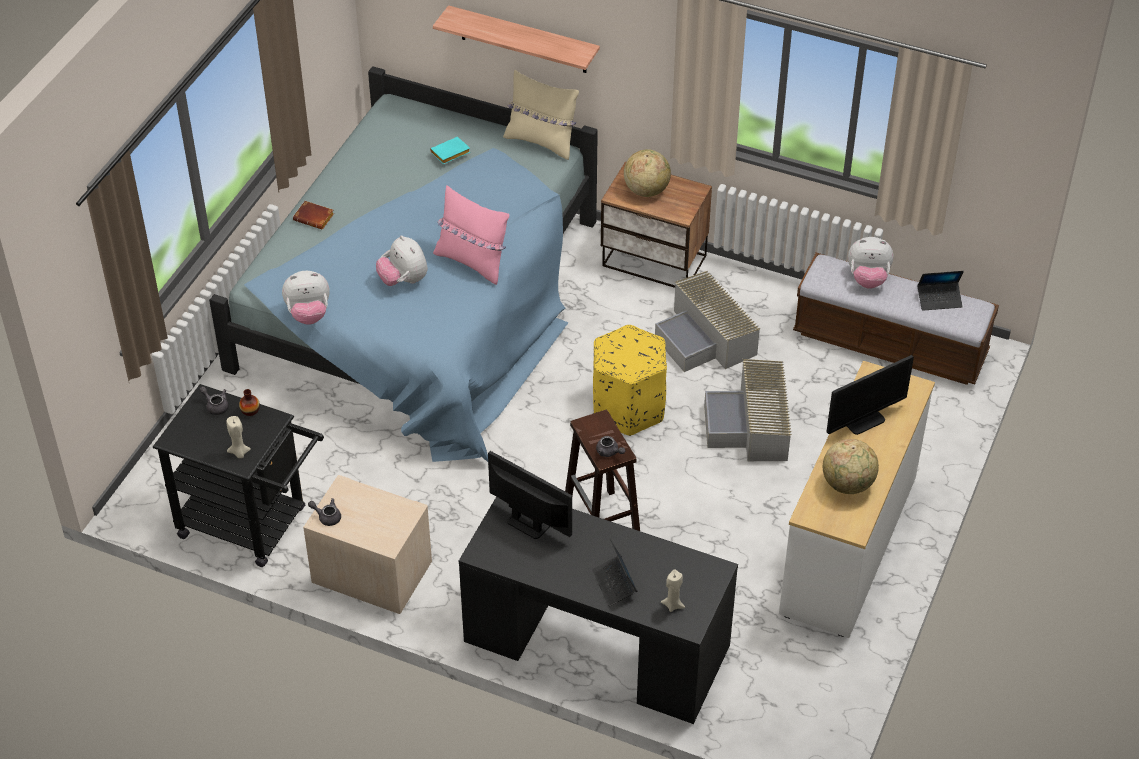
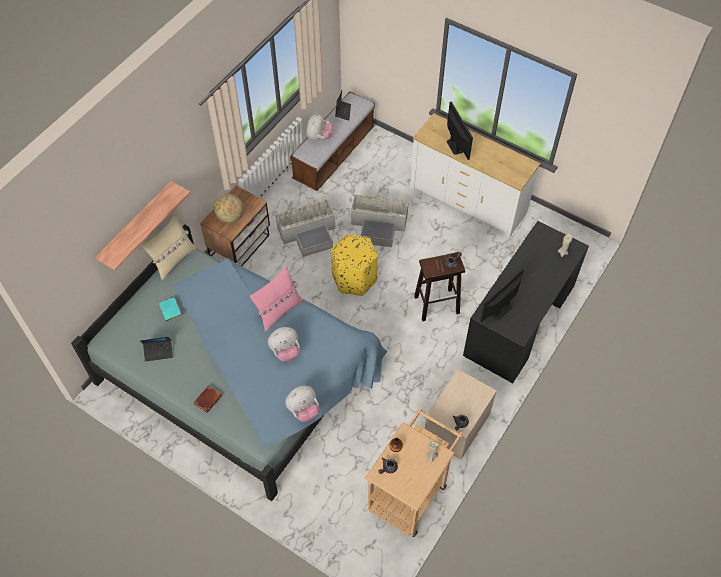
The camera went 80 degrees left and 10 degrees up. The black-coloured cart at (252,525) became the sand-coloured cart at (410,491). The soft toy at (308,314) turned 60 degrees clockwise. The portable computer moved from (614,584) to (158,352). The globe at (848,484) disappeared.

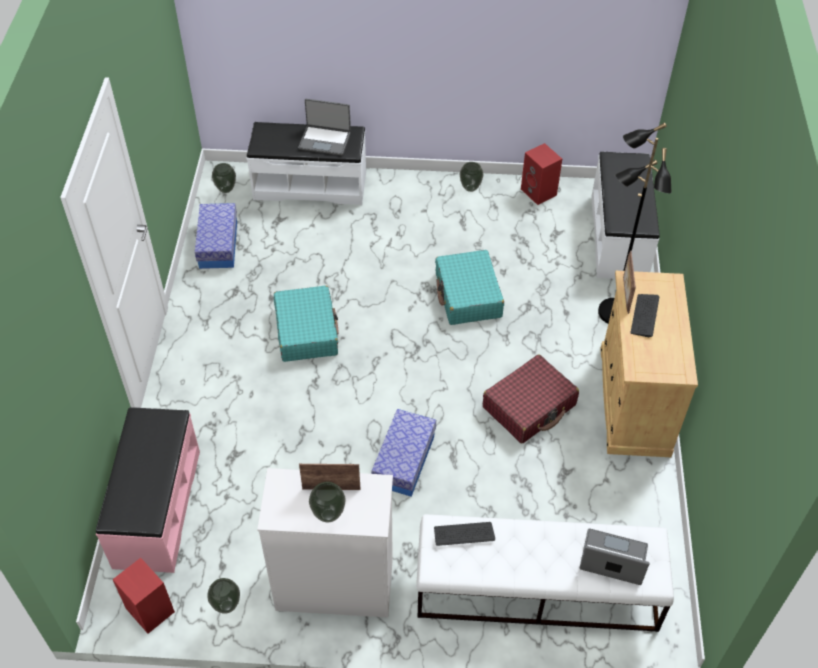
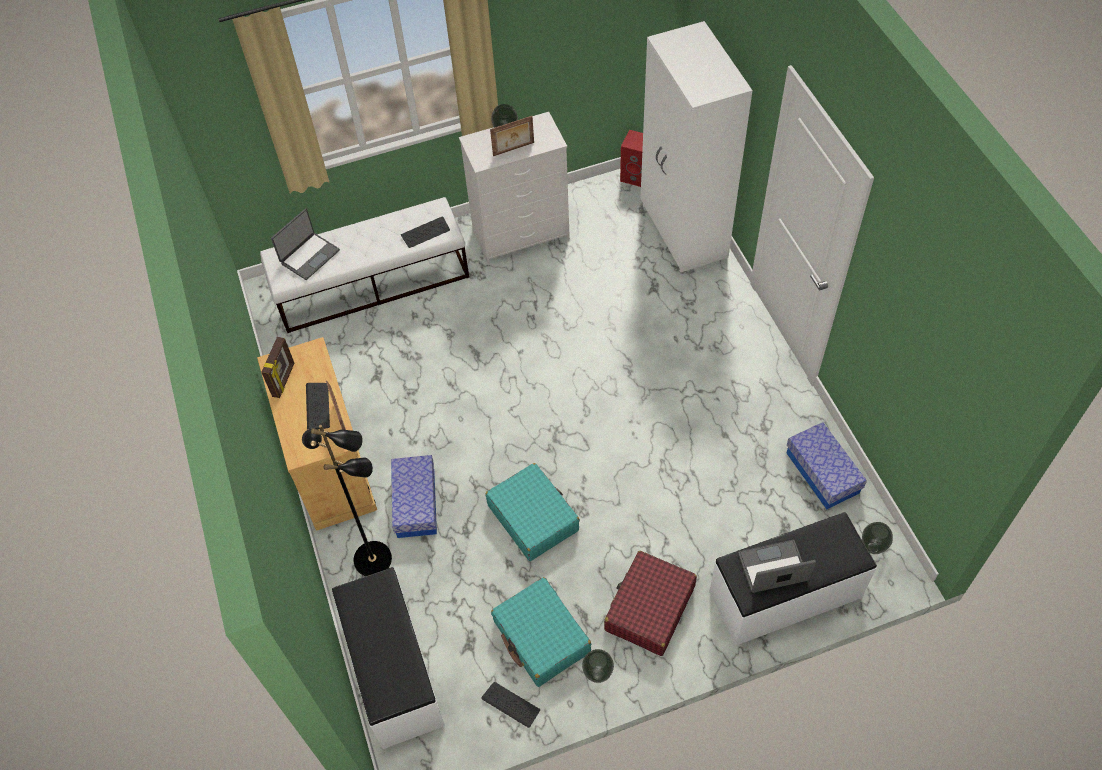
The camera went 160 degrees right and 5 degrees up. The pink-coloured bench at (156,508) was replaced by the white-coloured wardrobe at (683,232). The decorative vase at (226,605) disappeared. The turquoise travel case moved from (306,331) to (541,637). The storage container moved from (404,460) to (416,503). The red-coloured travel case moved from (529,406) to (649,609). The red-coloured audio speaker at (539,192) was replaced by the PC keyboard at (511,705). The portable computer at (613,559) turned 45 degrees counterclockwise. The standing frame at (284,380) appeared.

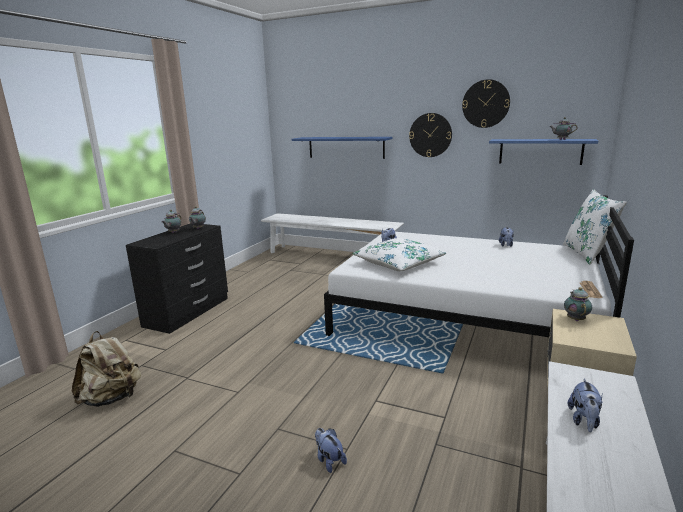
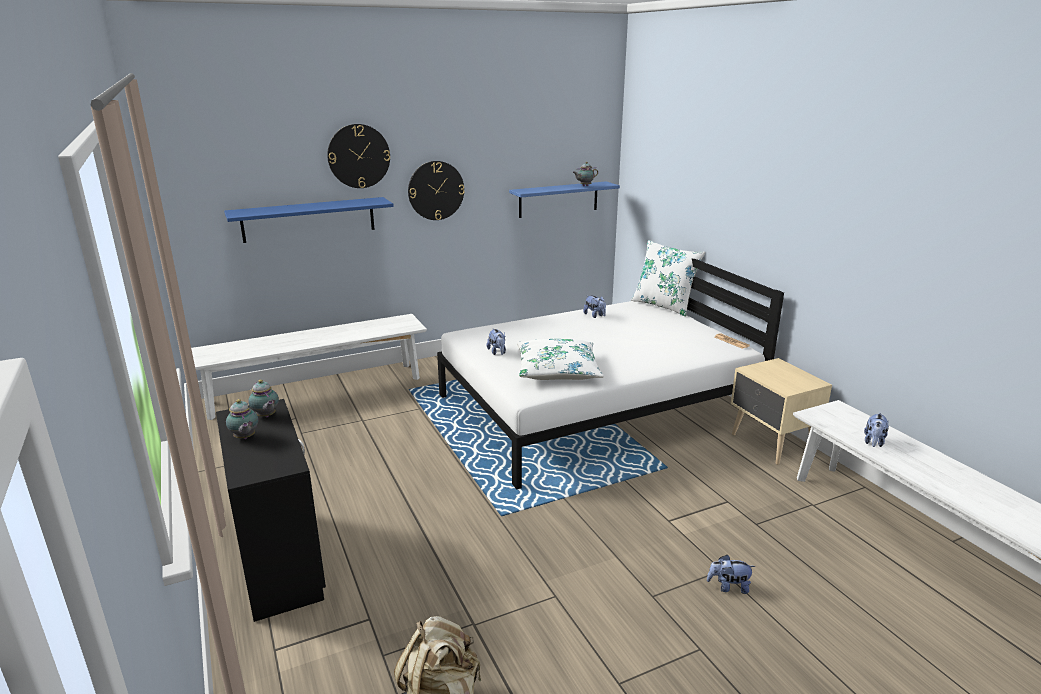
The camera went 50 degrees left and 5 degrees up. The hanging clock moved from (485,104) to (359,156). The teapot at (575,319) disappeared. The soft toy at (584,421) turned 60 degrees clockwise.

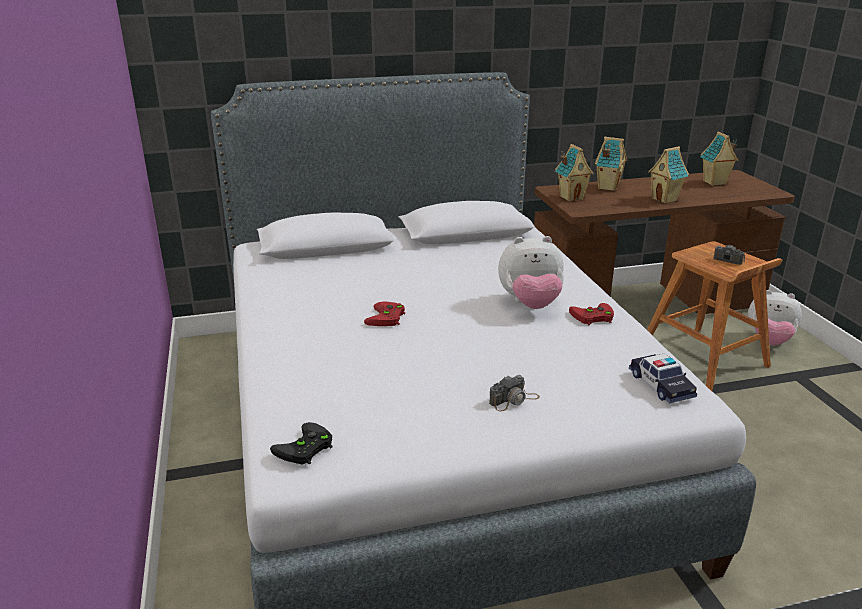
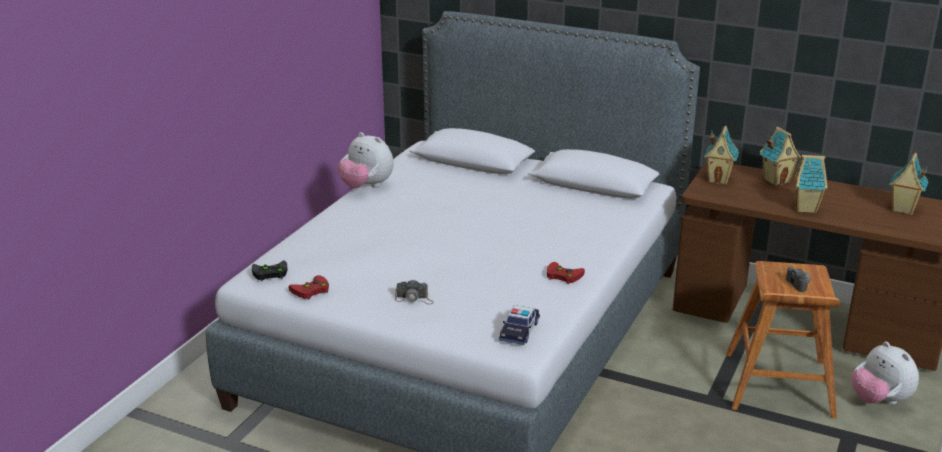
The camera went 40 degrees right and 0 degrees up. The red-coloured joypad moved from (387,318) to (310,290). The soft toy moved from (530,304) to (366,186).

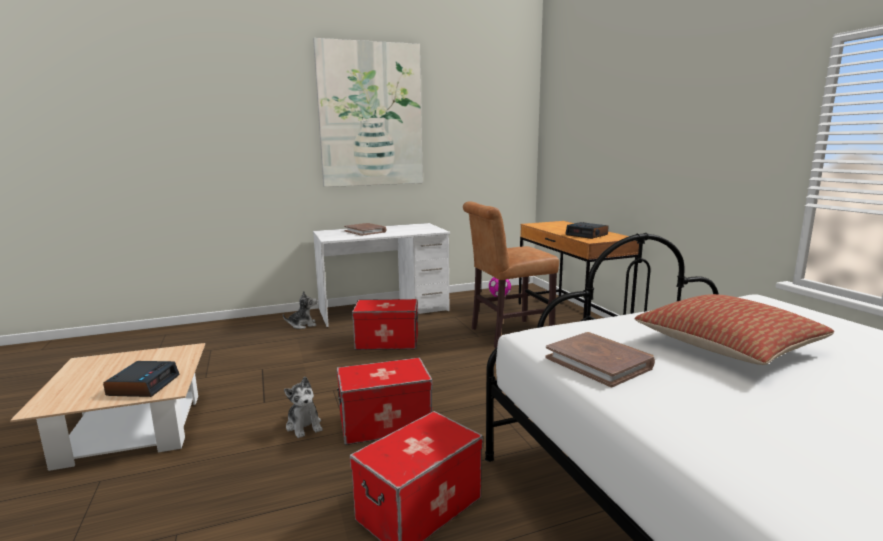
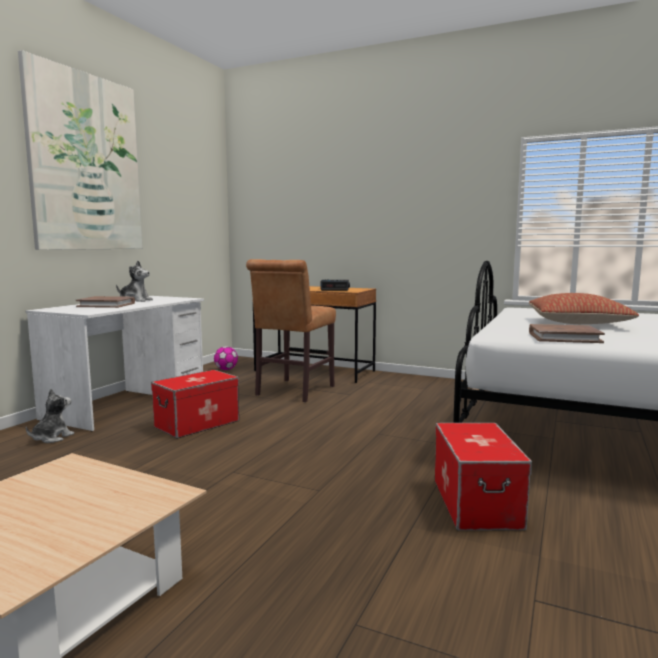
The camera went 45 degrees left and 5 degrees down. The alarm clock at (143,385) disappeared. The soft toy moved from (304,426) to (135,300). The storage container at (385,423) disappeared.

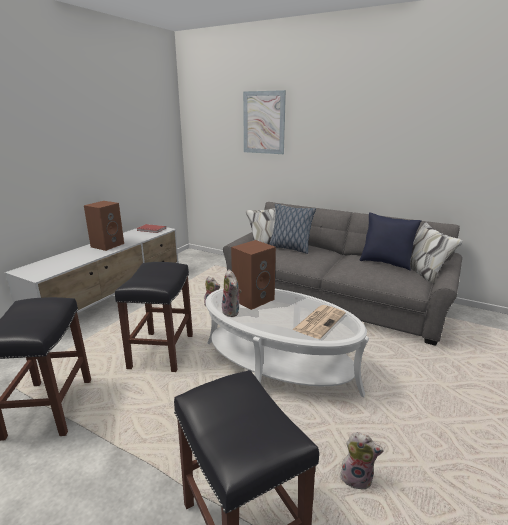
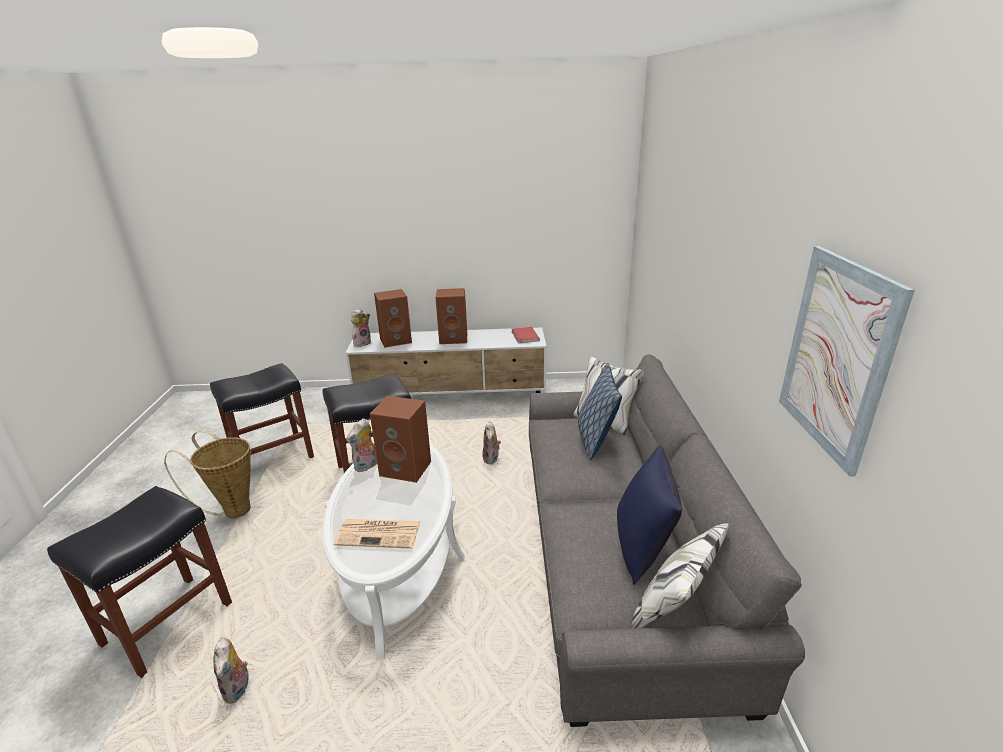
The camera went 60 degrees right and 5 degrees up. The wall art moved from (264,122) to (836,356). The basket at (233,510) appeared. The soft toy at (362,343) appeared. The brown-coloured audio speaker at (396,340) appeared.

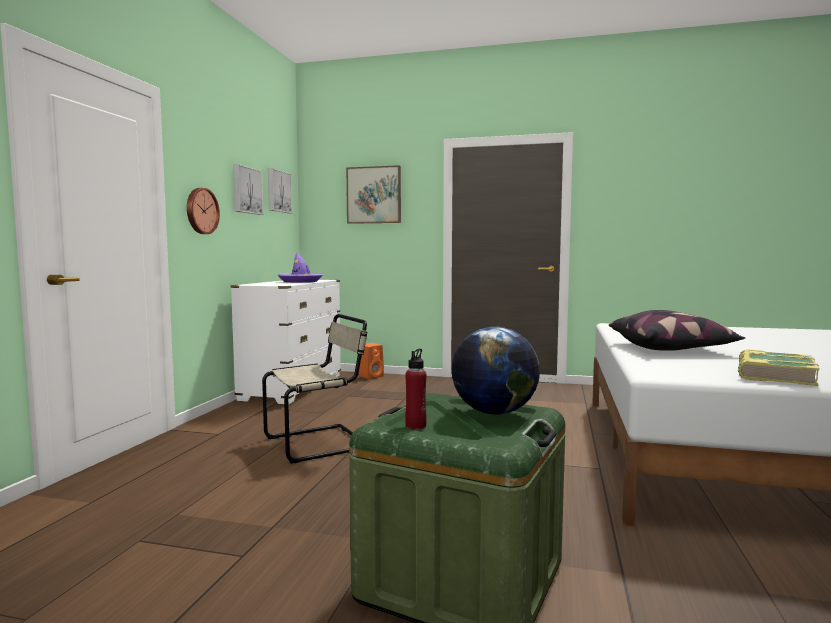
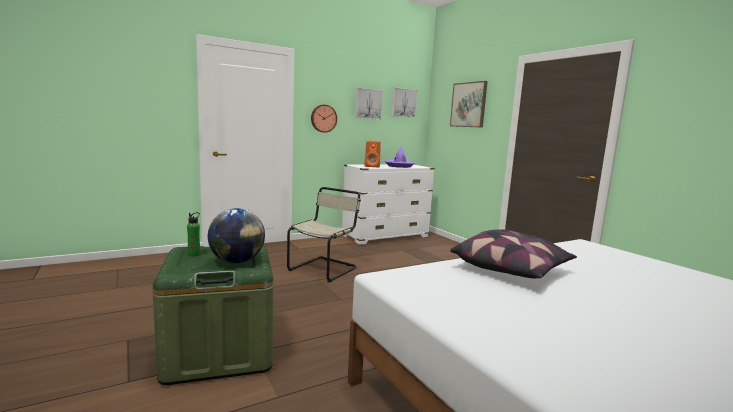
The camera went 45 degrees right and 5 degrees up. The sand-coloured plain chair at (320,443) turned 75 degrees counterclockwise. The orange audio speaker moved from (371,376) to (372,166). The red-coloured bottle at (416,426) became the greenish bottle at (194,254). The volume at (774,375) disappeared.

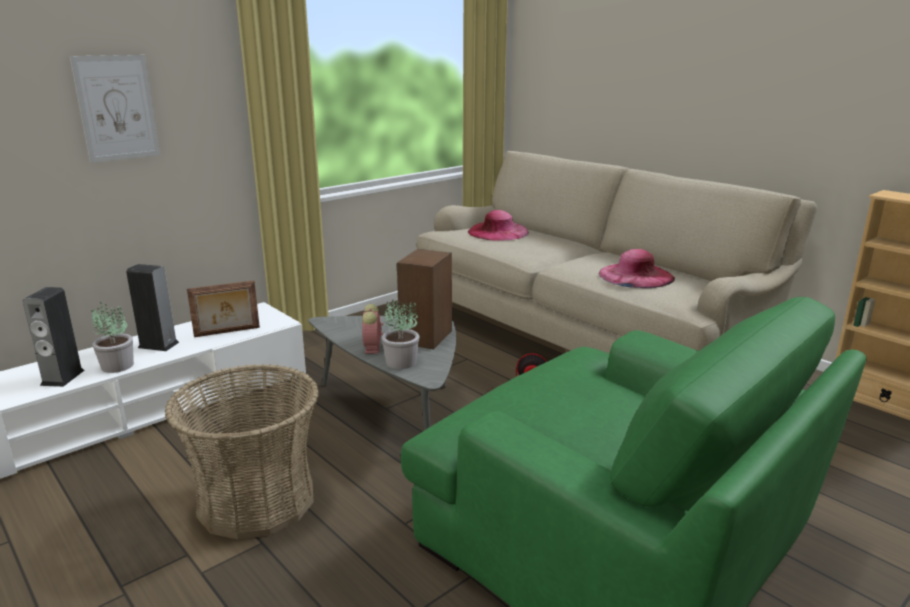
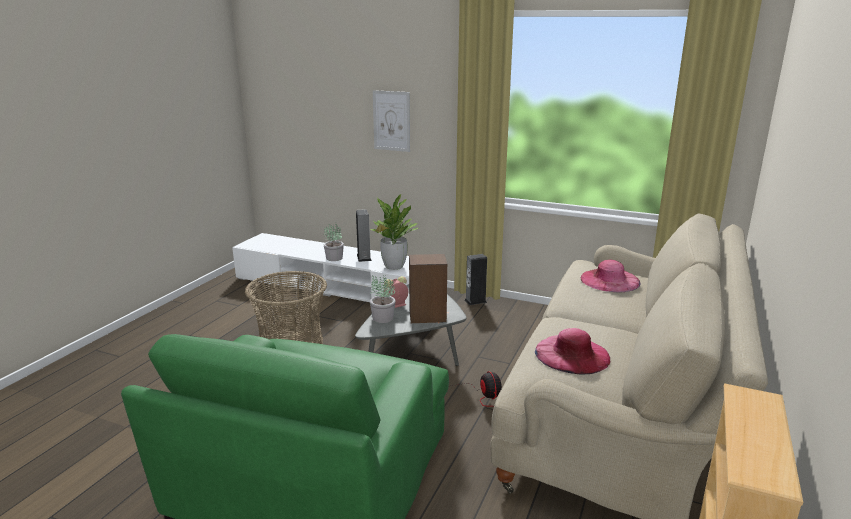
The camera went 65 degrees right and 0 degrees up. The audio speaker moved from (62,377) to (475,301). The standing frame at (227,332) was replaced by the houseplant at (394,266).

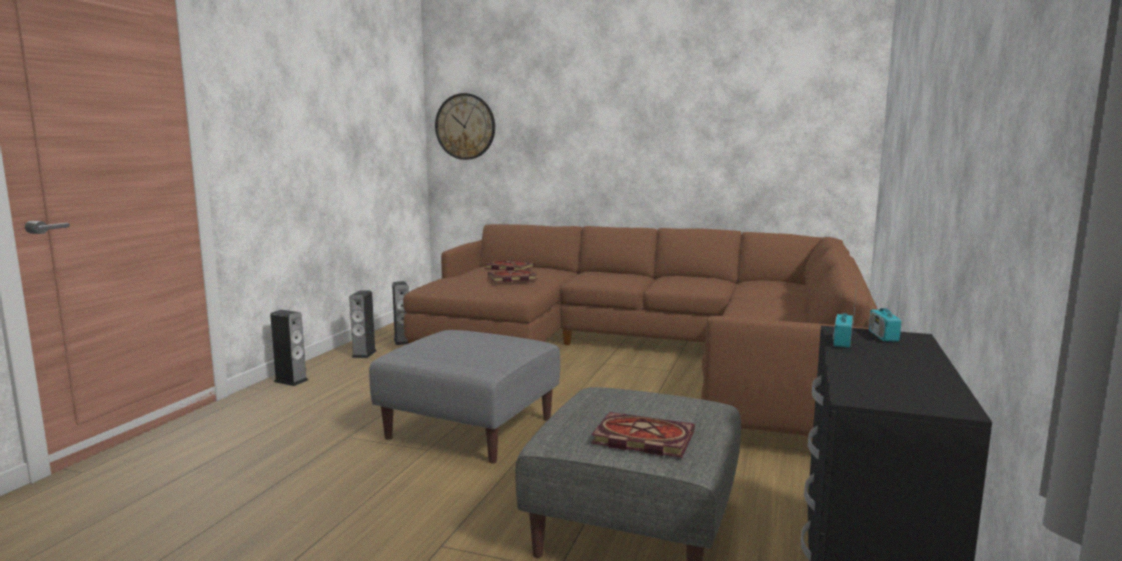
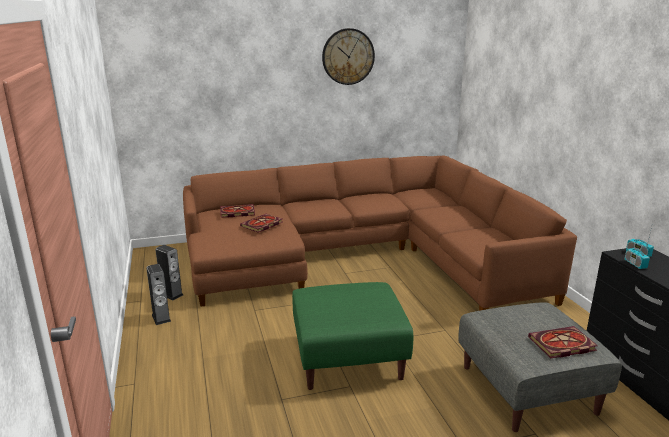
The camera went 35 degrees left and 10 degrees up. The audio speaker at (291,381) disappeared. The gray ottoman at (471,428) became the greenish ottoman at (348,357). The hanging clock moved from (465,126) to (348,56).

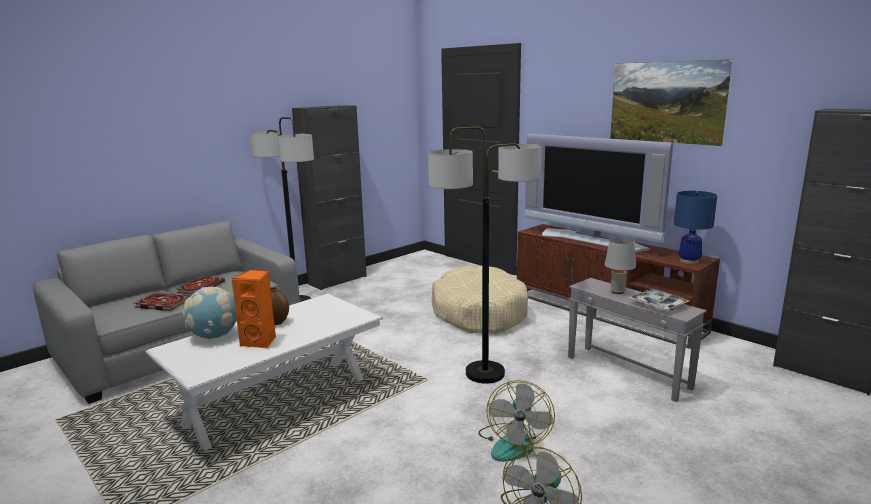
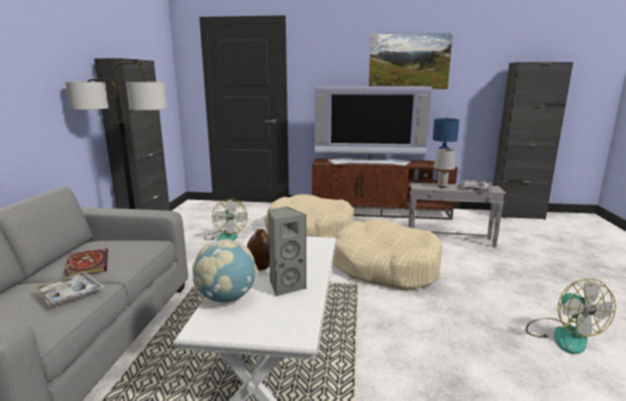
The camera went 40 degrees left and 0 degrees up. The volume at (161,304) was replaced by the serving tray at (70,294). The orange audio speaker at (260,342) became the gray audio speaker at (286,286). The standard lamp at (485,373) was replaced by the sand-coloured pet bed at (384,267). The fan moved from (513,442) to (225,237).

